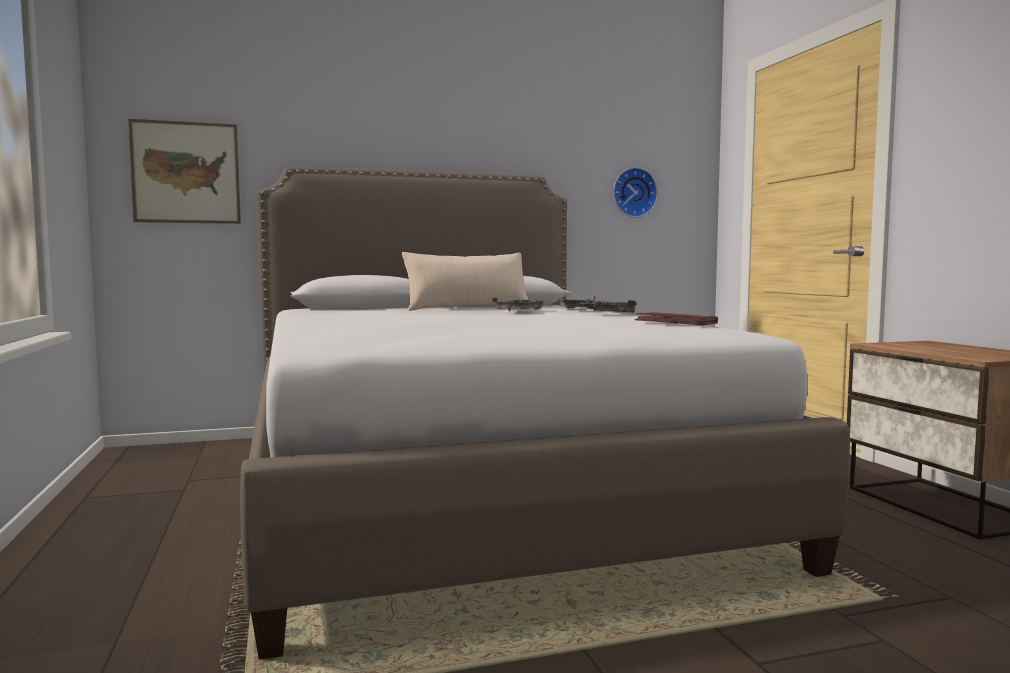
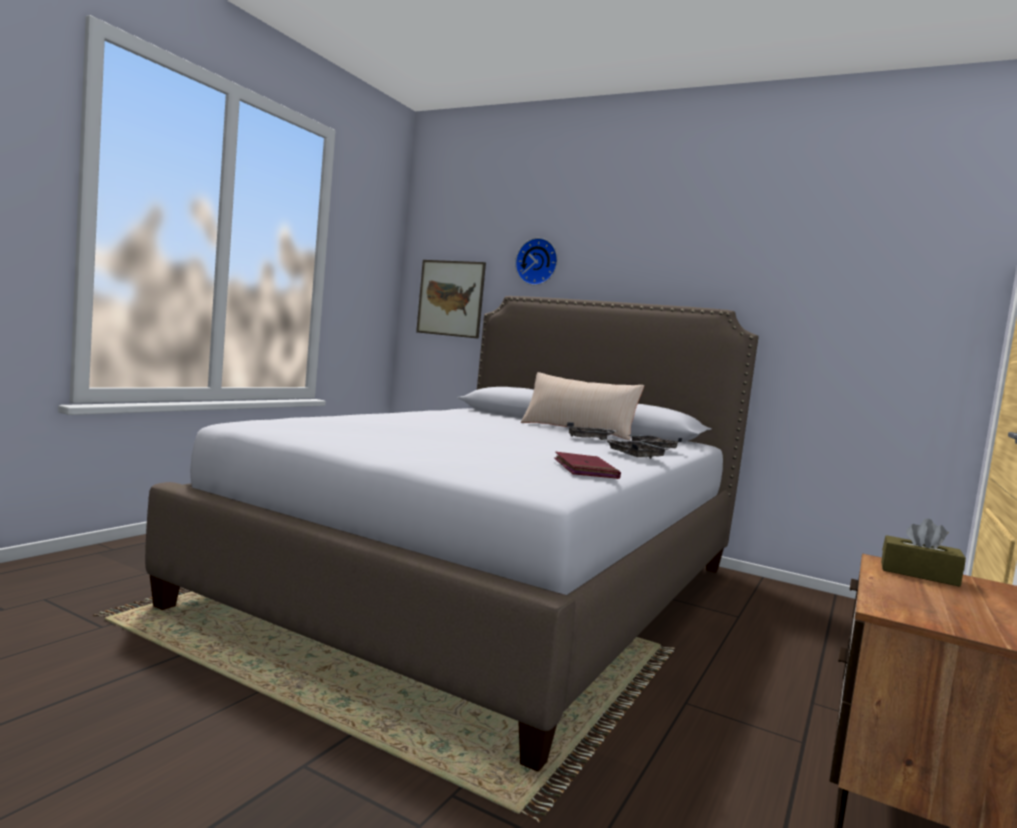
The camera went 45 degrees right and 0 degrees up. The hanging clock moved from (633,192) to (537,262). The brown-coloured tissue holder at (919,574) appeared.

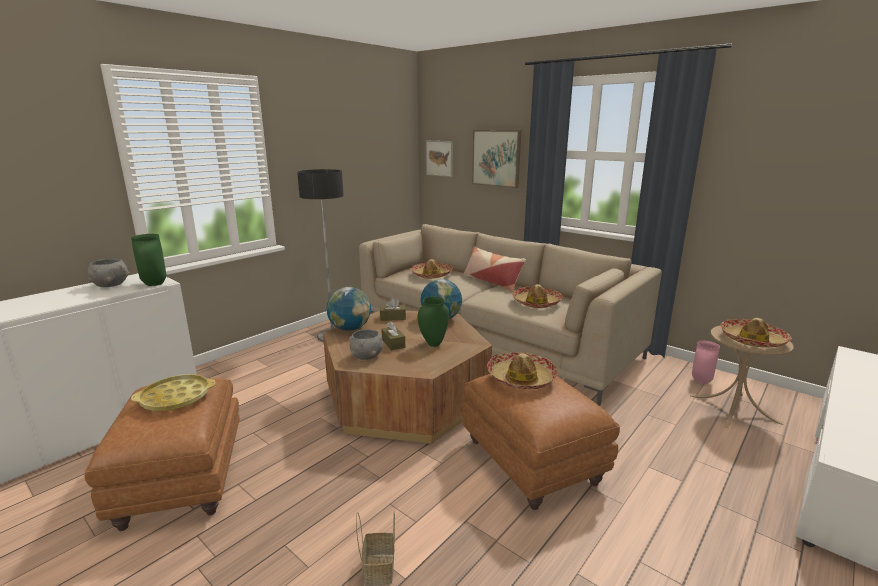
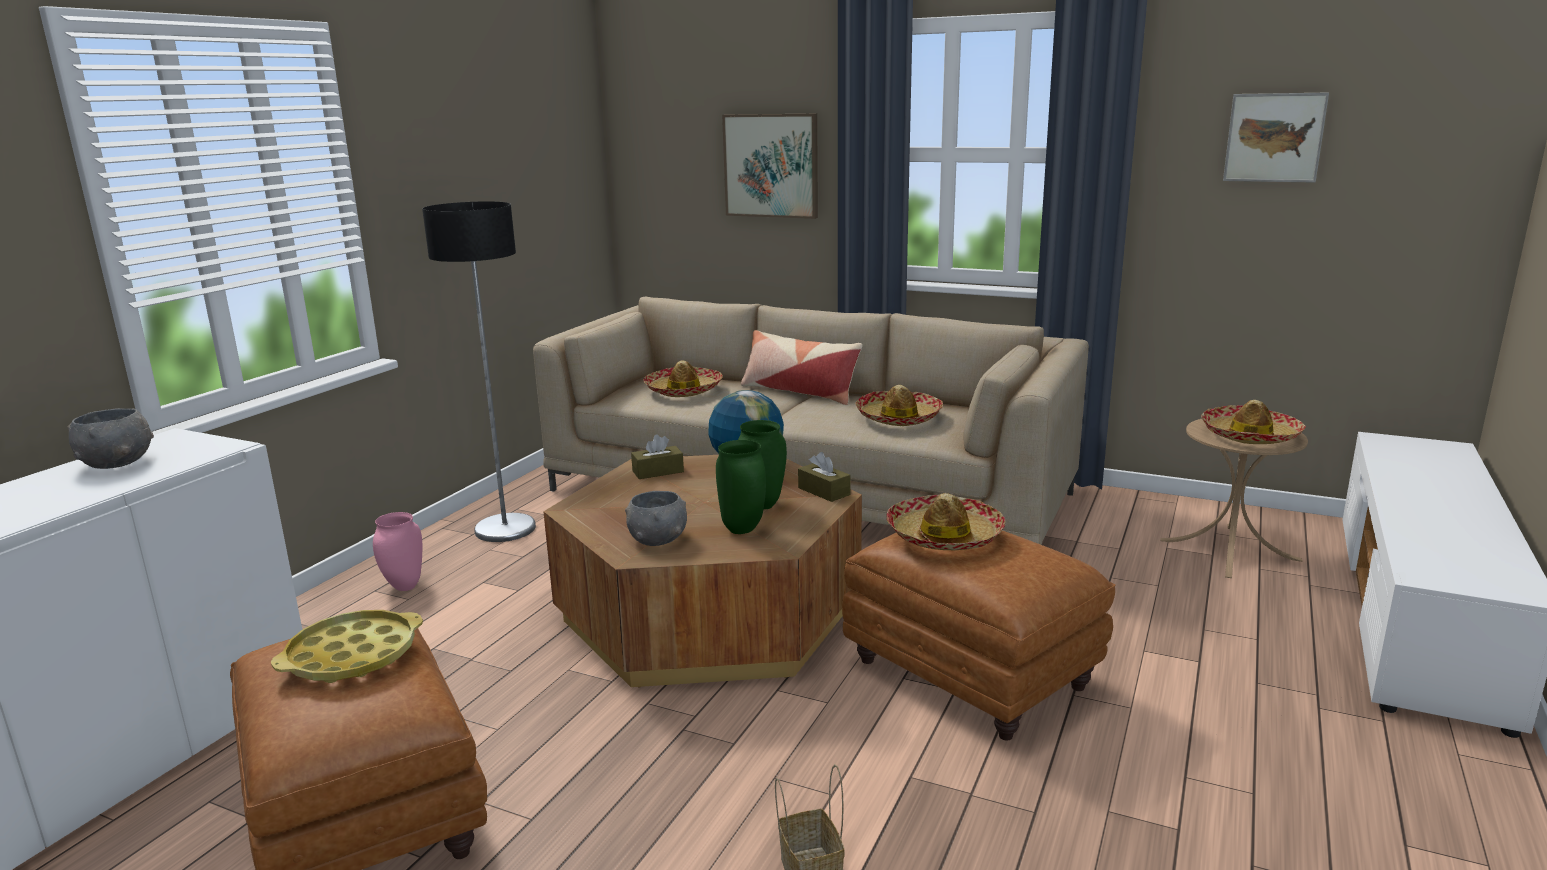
The camera went 15 degrees left and 0 degrees up. The greenish decorative vase moved from (155,284) to (743,529). The globe at (350,328) disappeared. The brown-coloured tissue holder moved from (393,343) to (824,491). The wall art moved from (439,158) to (1274,137). The pink-coloured decorative vase moved from (700,381) to (404,586).

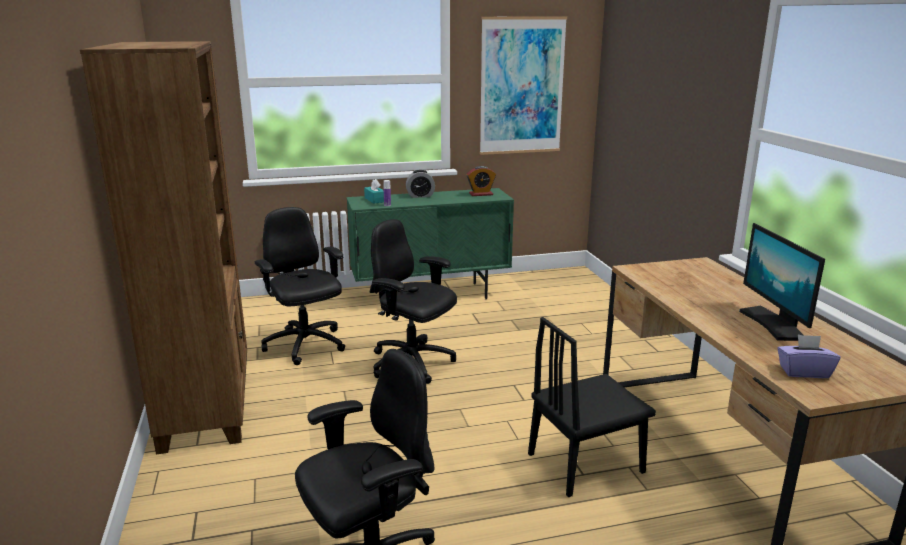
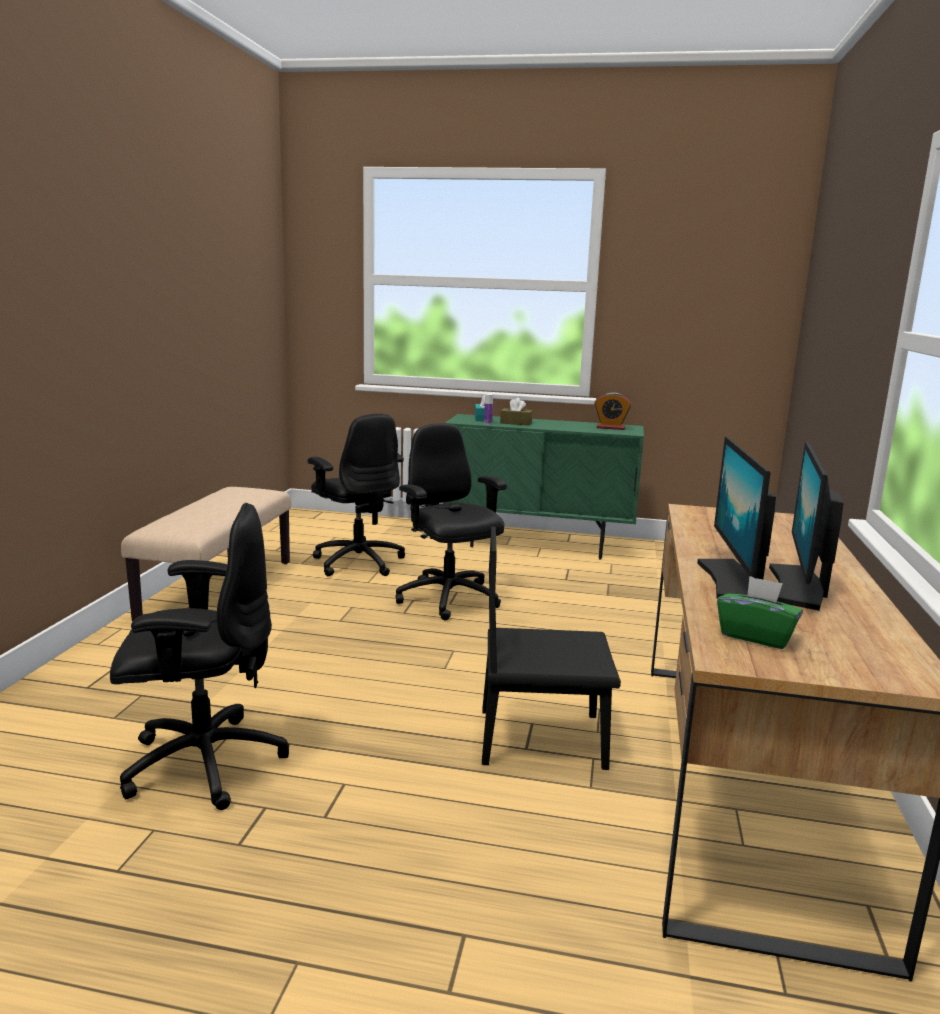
The camera went 25 degrees right and 5 degrees down. The brown-coloured shelving unit at (207,405) was replaced by the sand-coloured bench at (218,589). The black-coloured desk chair at (305,346) turned 150 degrees clockwise. The alarm clock at (420,196) disappeared. The wall art at (521,86) disappeared. The purplish tissue holder at (803,372) became the greenish tissue holder at (756,636). The brown-coloured tissue holder at (516,423) appeared. The monitor at (732,581) appeared.

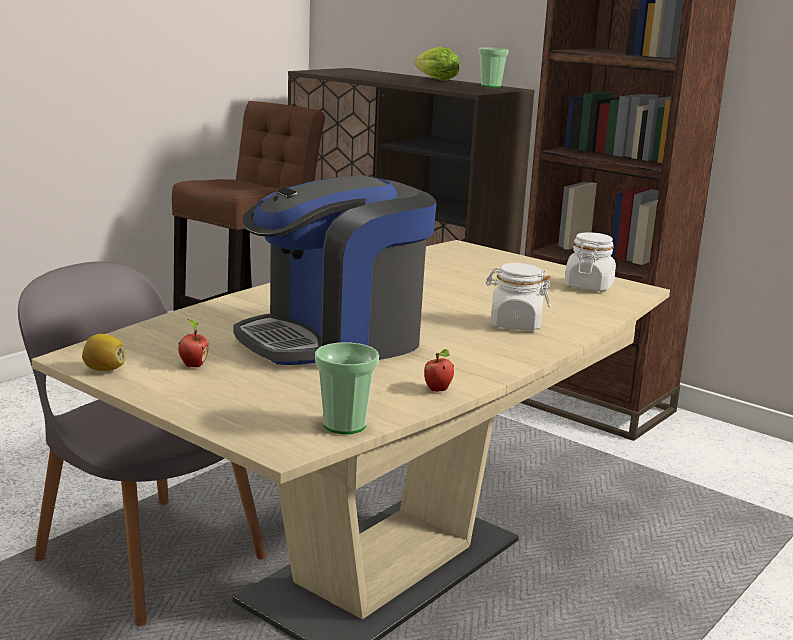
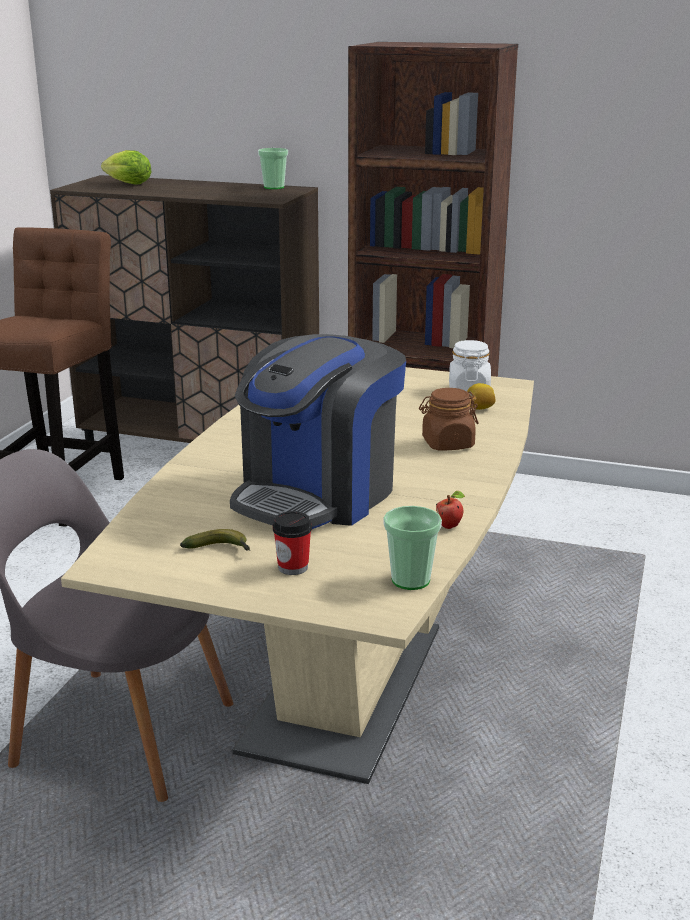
The camera went 20 degrees left and 5 degrees up. The whole lemon moved from (104,370) to (479,408). The whole apple at (193,365) was replaced by the banana at (220,549). The head of lettuce moved from (434,79) to (126,184). The white-coloured storage jar at (515,324) became the brown-coloured storage jar at (447,444). The cup at (293,567) appeared.

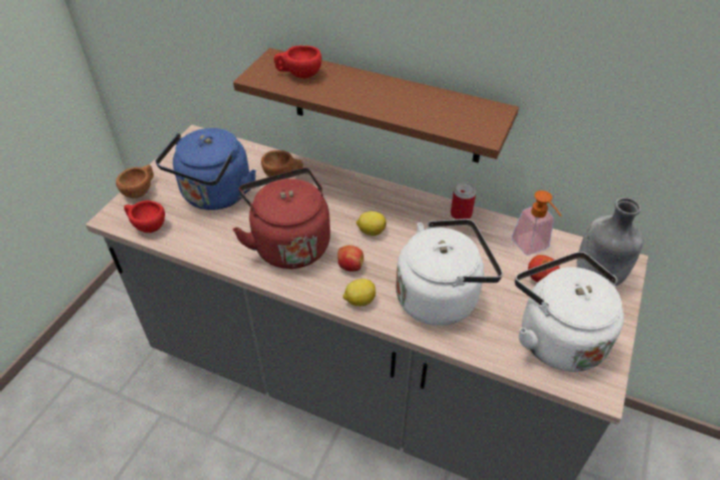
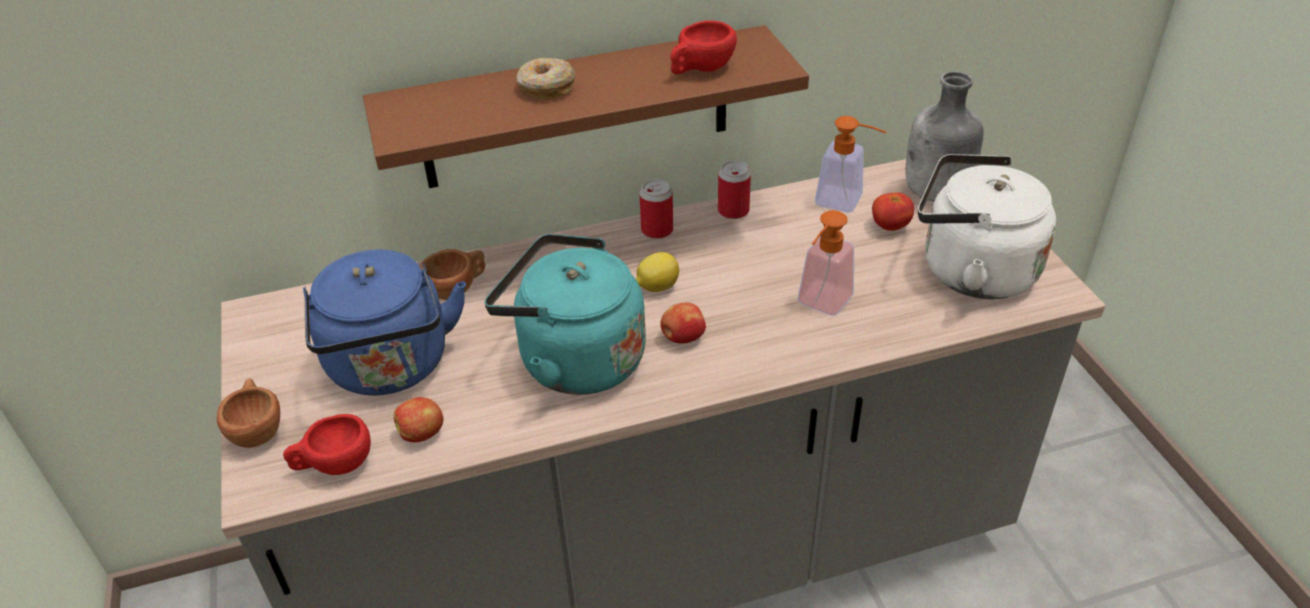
The camera went 40 degrees left and 5 degrees down. The red-coloured kettle at (289,243) became the turquoise kettle at (574,359). The red-coloured cup moved from (298,74) to (700,69). The whole lemon at (359,300) disappeared. The white-coloured kettle at (441,297) was replaced by the liquid soap bottle at (820,305). The whole apple at (422,433) appeared. The ring doughnut at (546,87) appeared. The sealed can at (657,230) appeared.

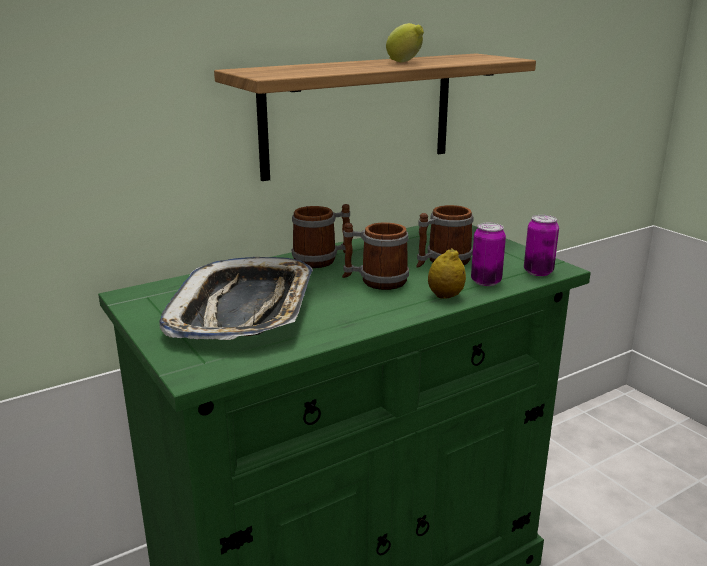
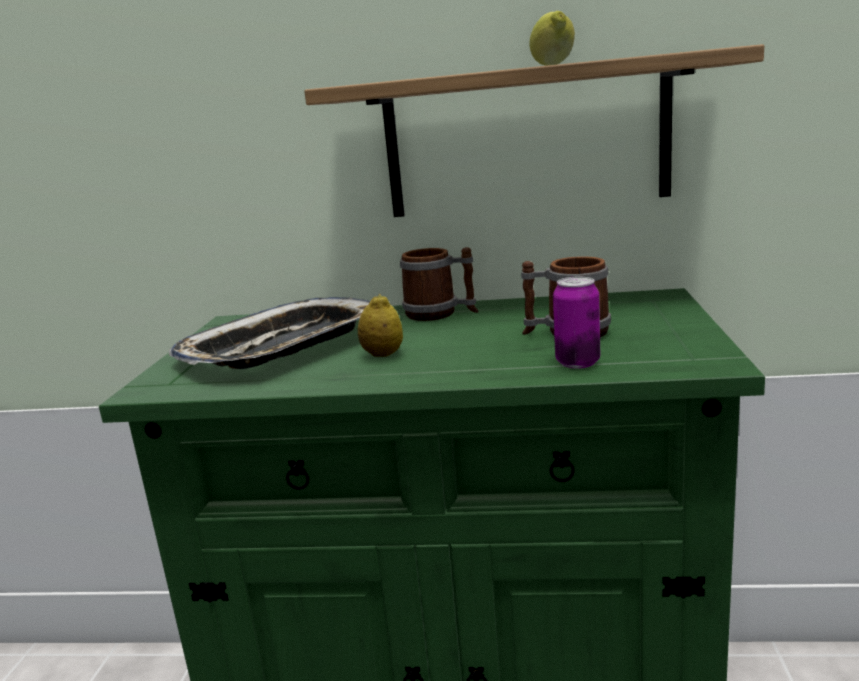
The camera went 40 degrees right and 5 degrees down. The tea mug at (375,281) disappeared. The whole lemon moved from (445,296) to (382,355). The sealed can at (538,272) disappeared.

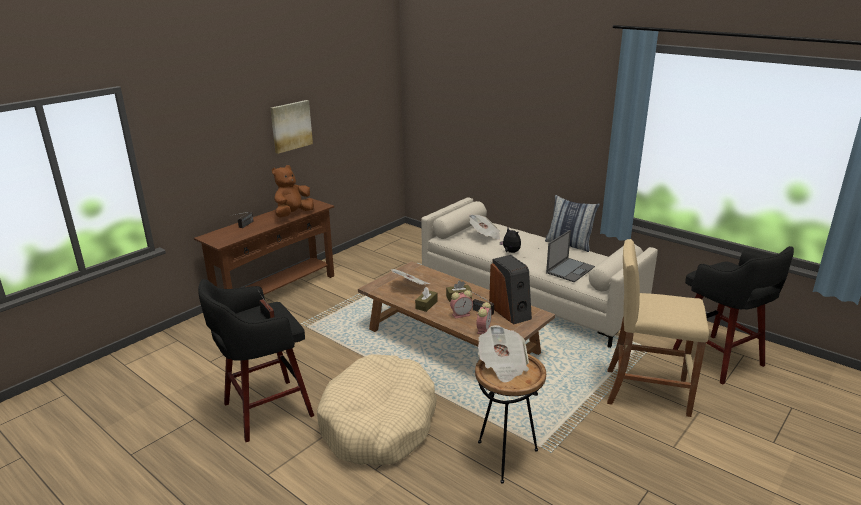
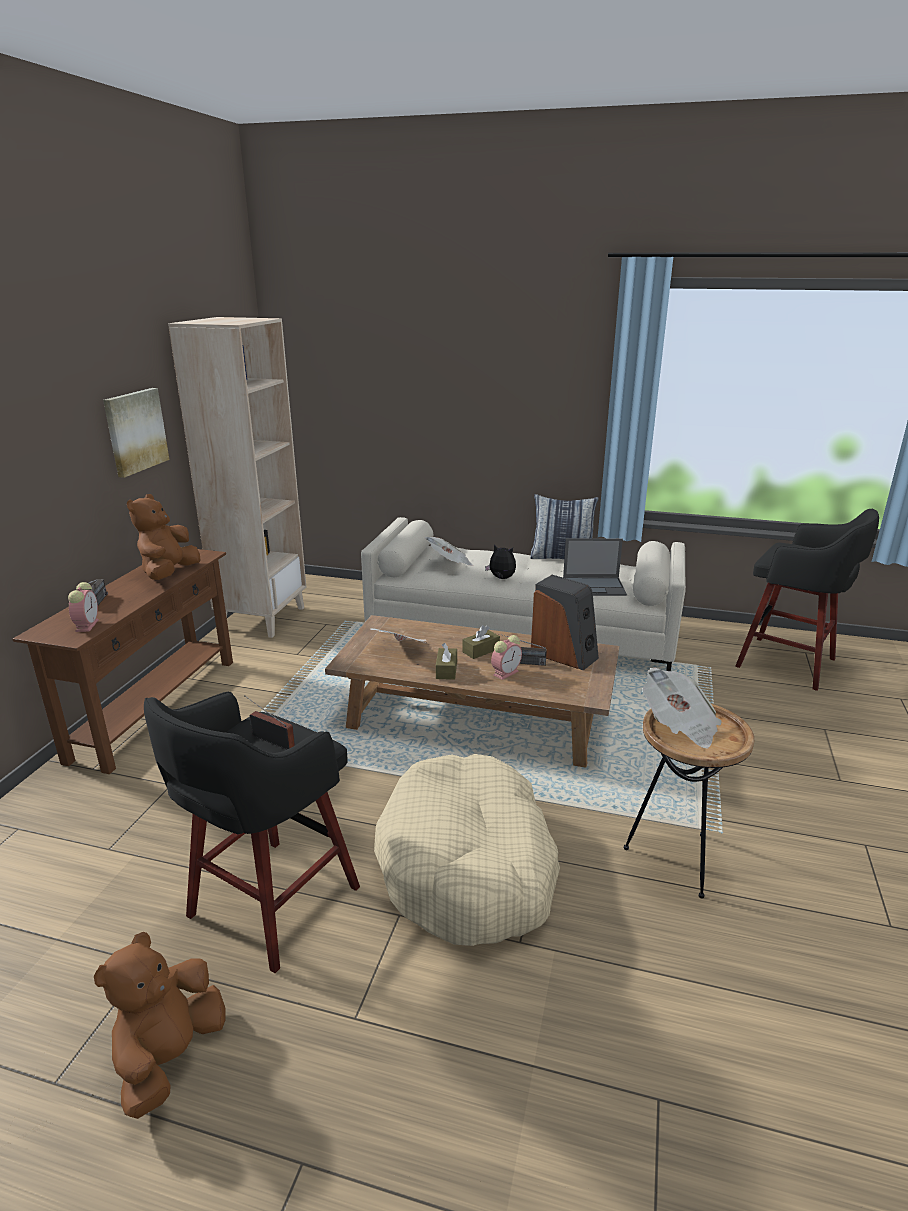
The camera went 25 degrees left and 0 degrees up. The alarm clock moved from (483,329) to (87,625). The portable computer at (570,270) turned 75 degrees clockwise. The sand-coloured sitting stool at (646,392) disappeared. The brown-coloured soft toy at (170,1056) appeared. The sand-coloured shelving unit at (262,618) appeared.

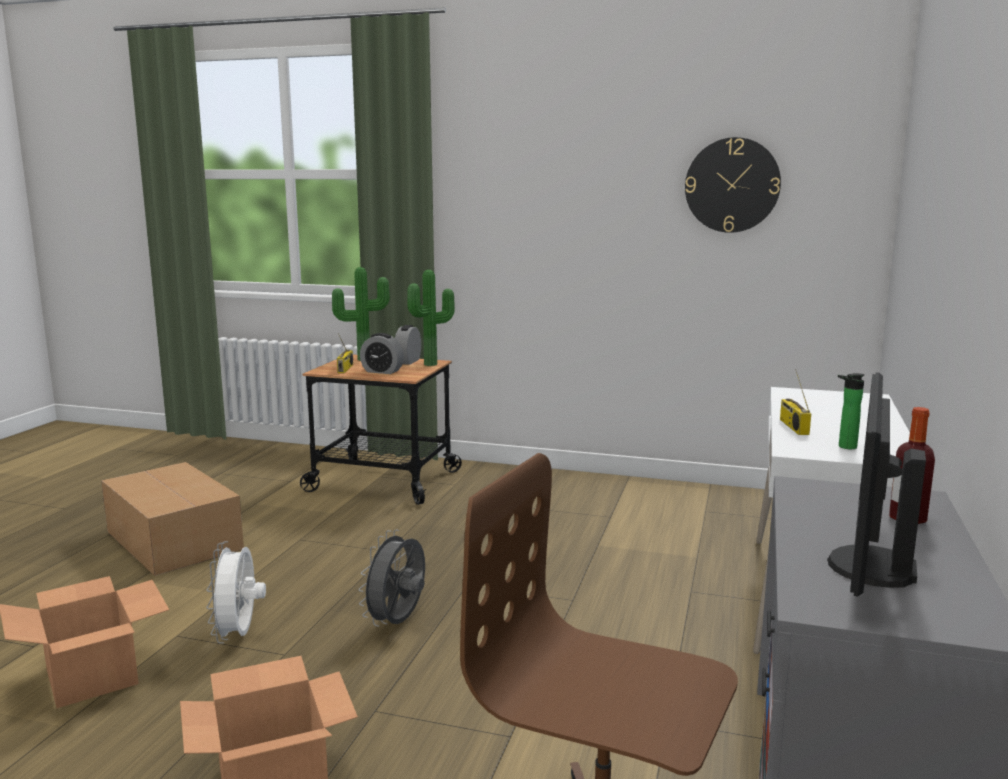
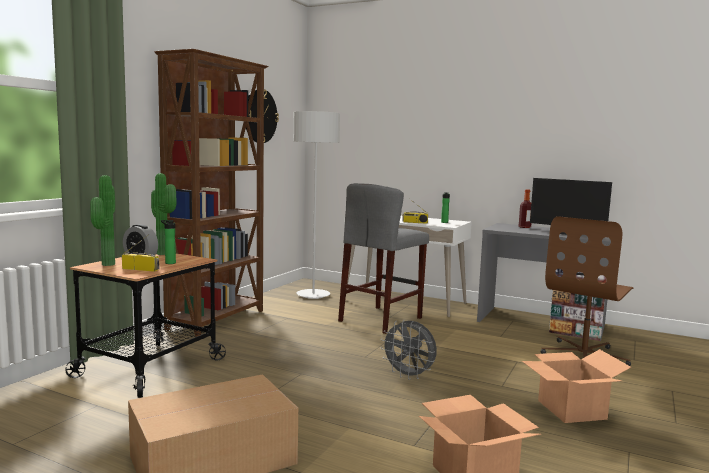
The camera went 80 degrees left and 5 degrees down. The white-coloured fan at (239,635) disappeared. The alarm clock at (382,371) was replaced by the bottle at (169,263). The brown-coloured shelving unit at (218,320) appeared. The gray standard lamp at (313,295) appeared. The gray sitting stool at (381,319) appeared.

